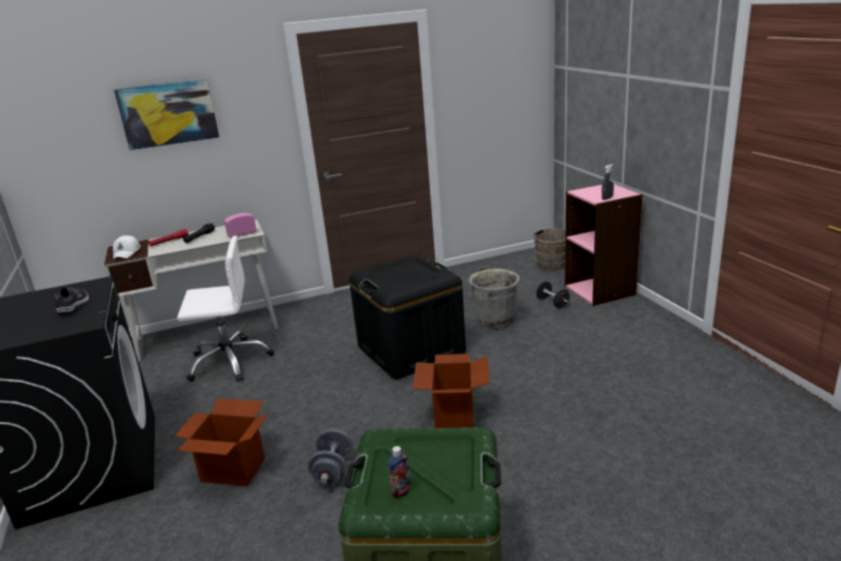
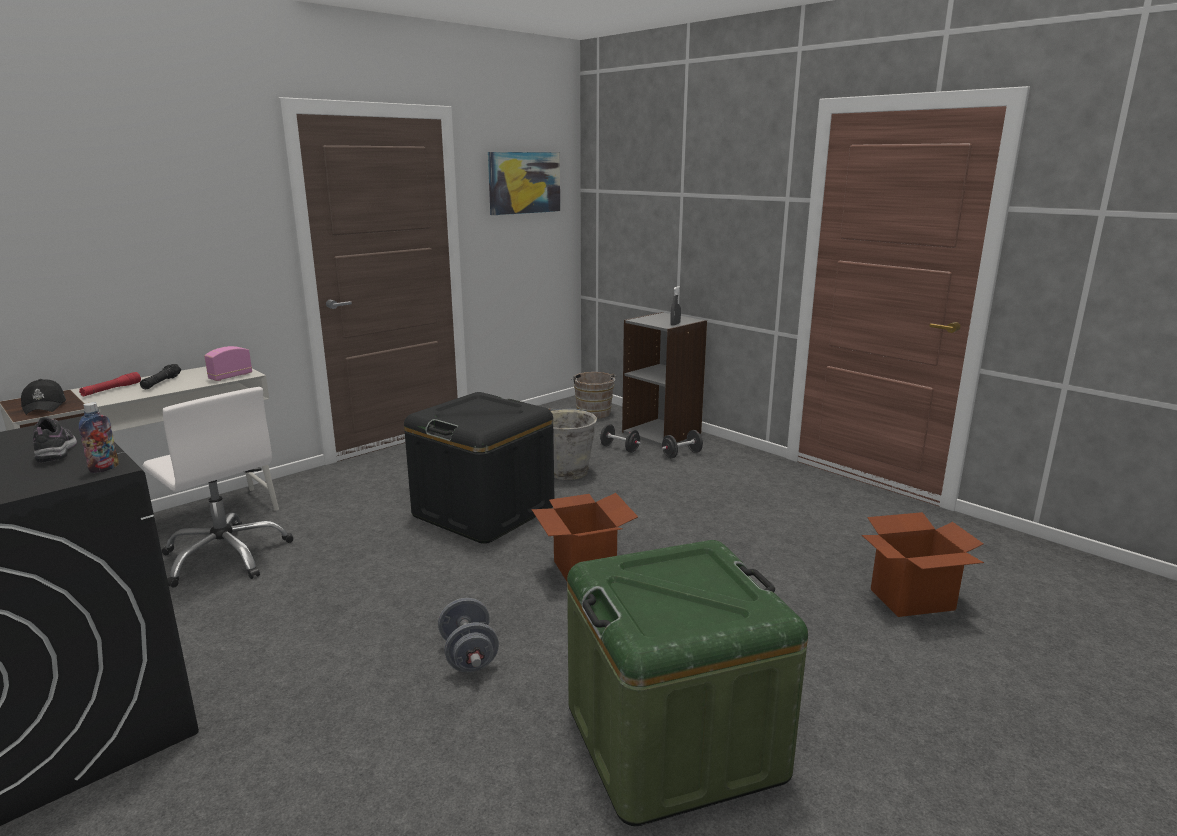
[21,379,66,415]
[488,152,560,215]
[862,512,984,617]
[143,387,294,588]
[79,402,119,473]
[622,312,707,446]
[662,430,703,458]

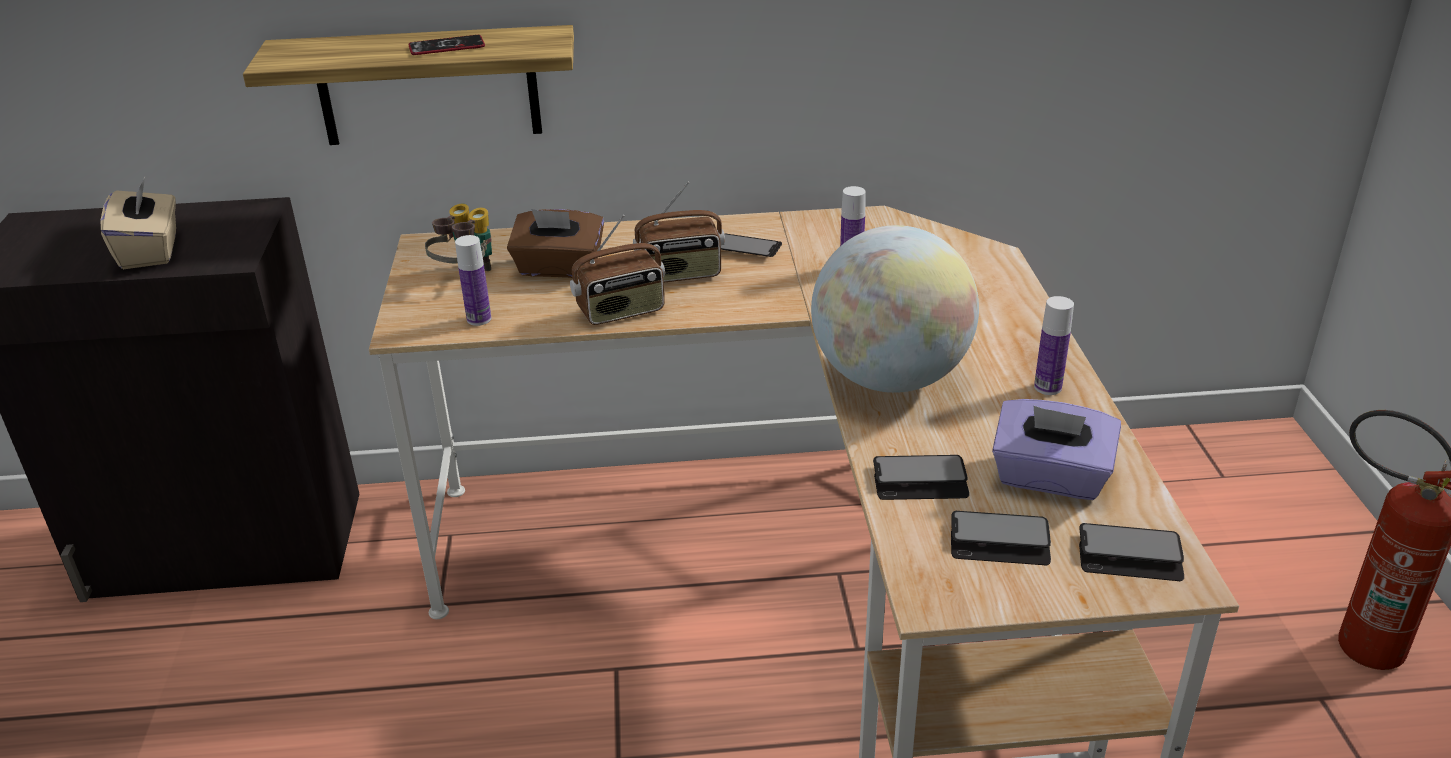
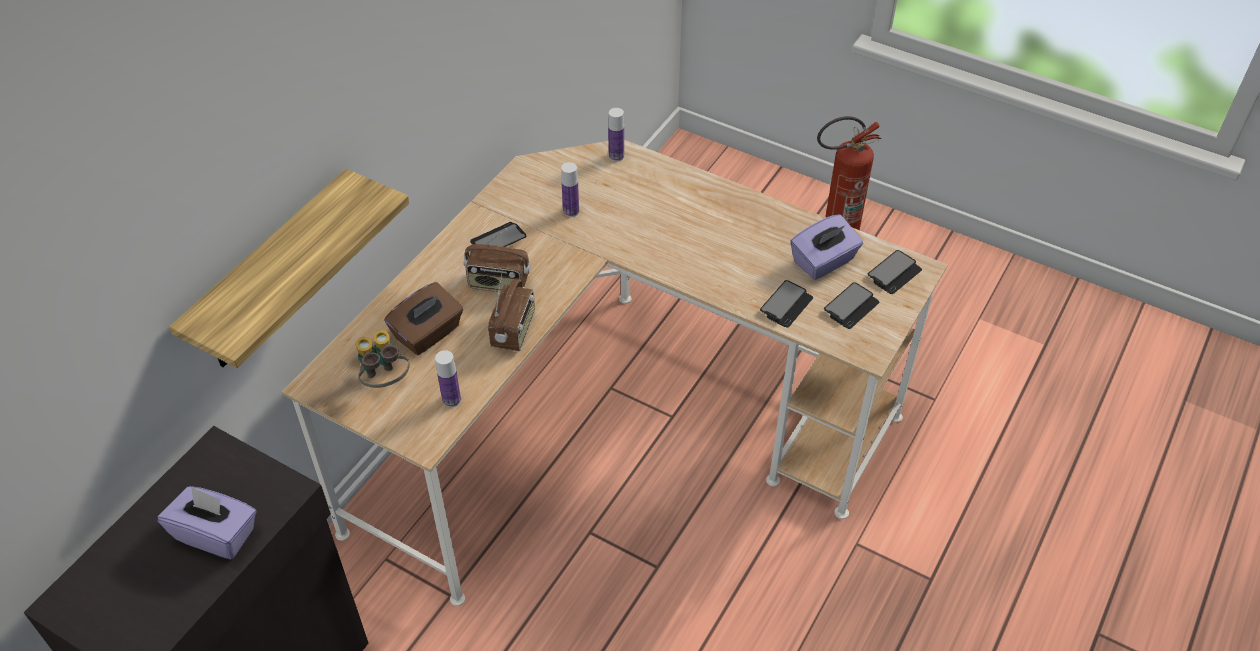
[158,486,256,560]
[409,35,485,55] (first image)
[464,228,531,292]
[811,225,979,393] (first image)
[608,108,624,162]

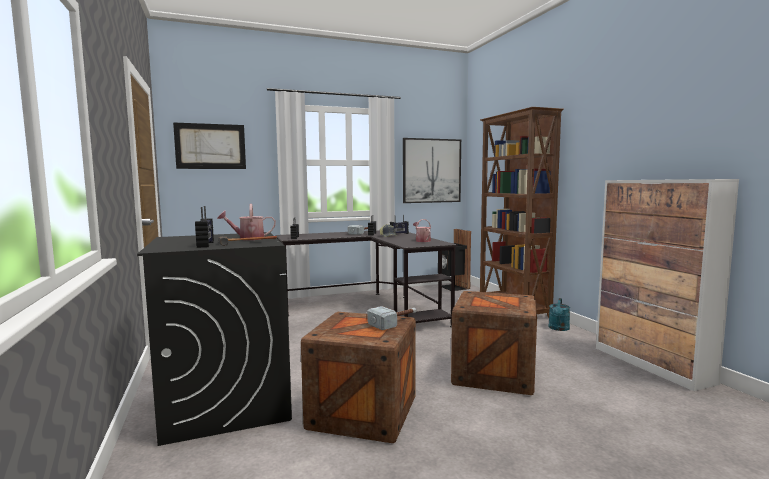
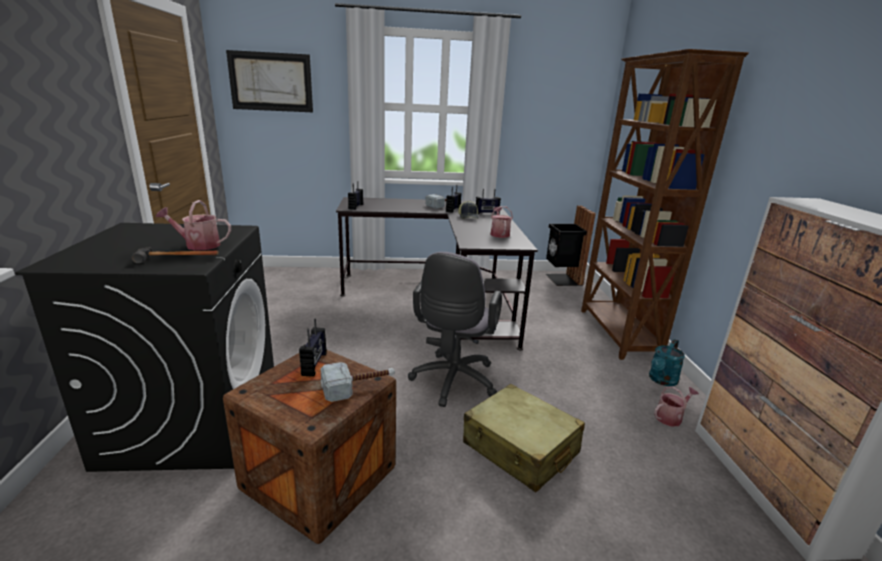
[299,319,327,377]
[403,138,461,203] (first image)
[463,384,585,493]
[408,252,502,407]
[654,386,699,427]

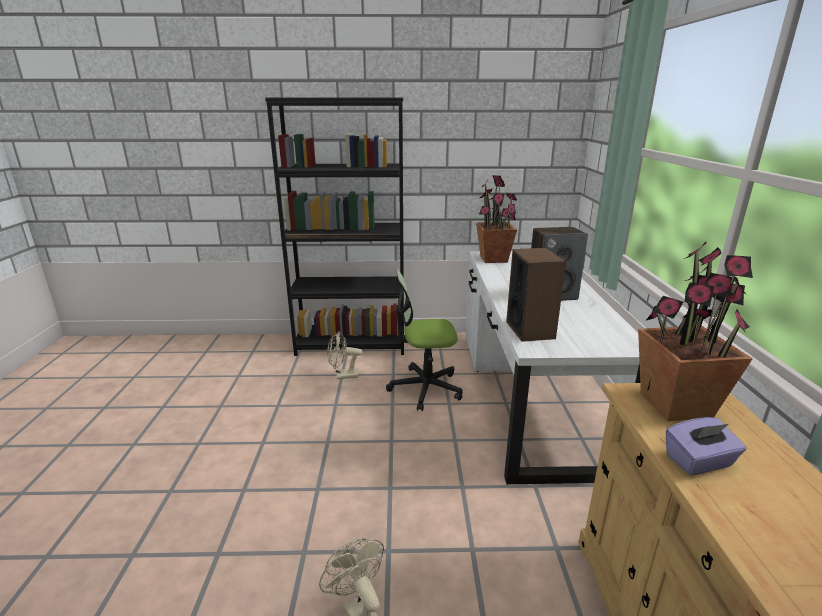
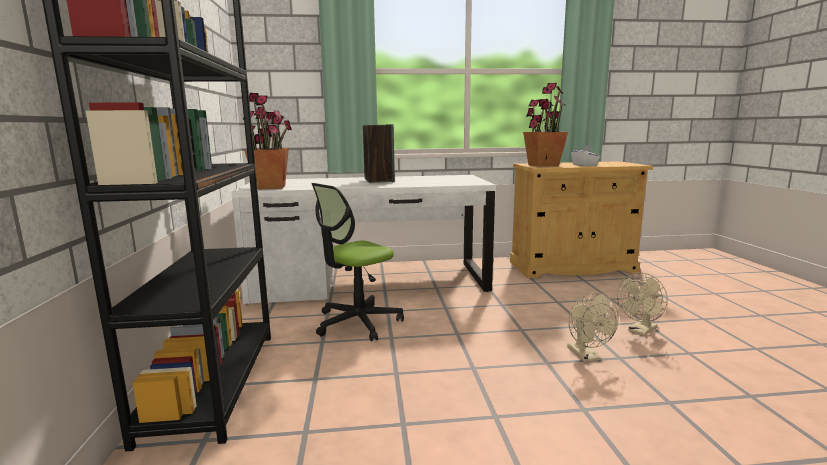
[567,292,619,362]
[312,183,404,341]
[506,248,566,342] (first image)
[571,146,600,166]

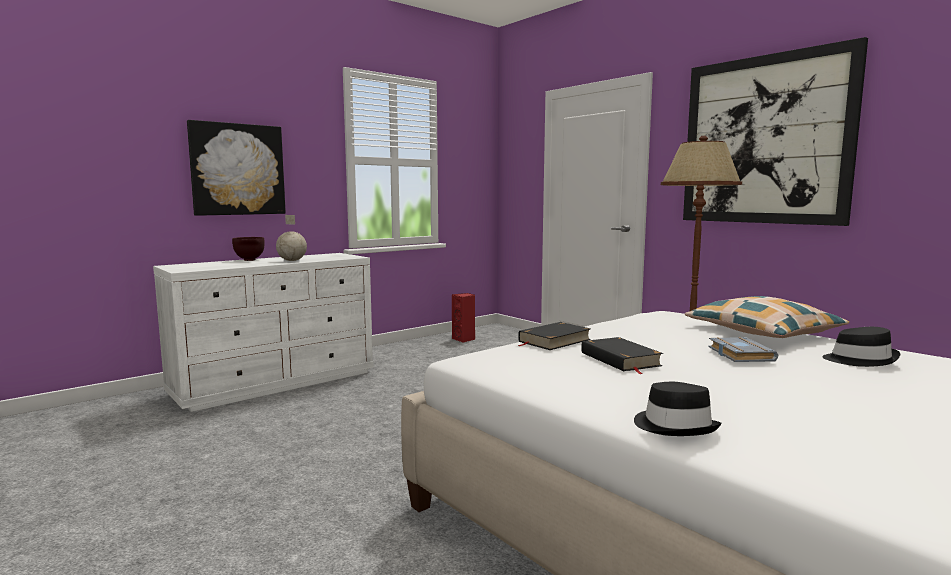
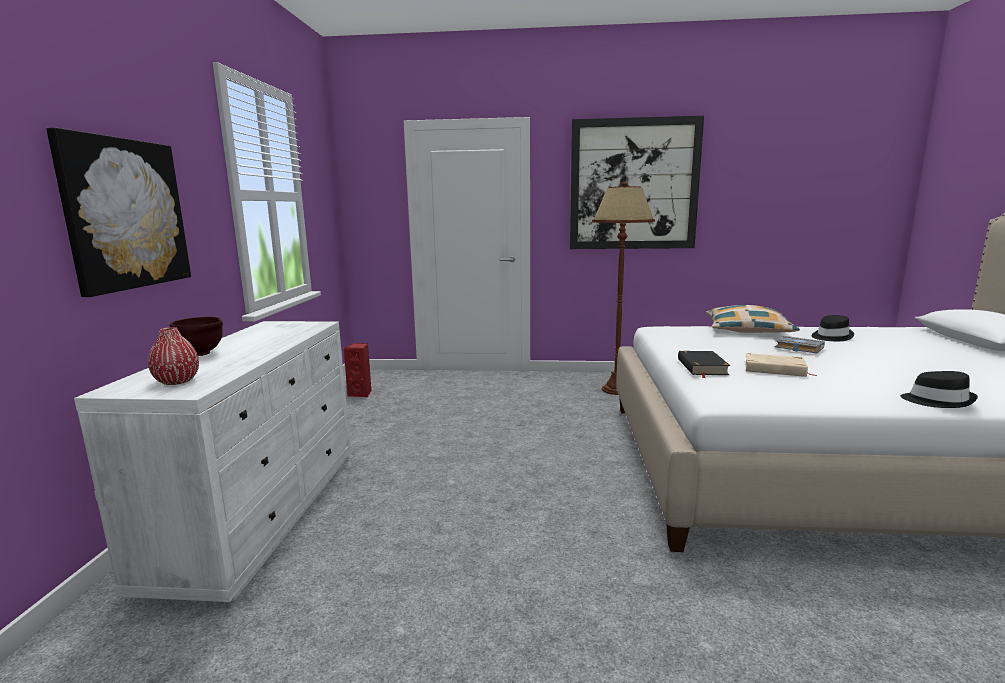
[276,215,307,261] (first image)
[745,353,816,377]
[148,327,199,385]

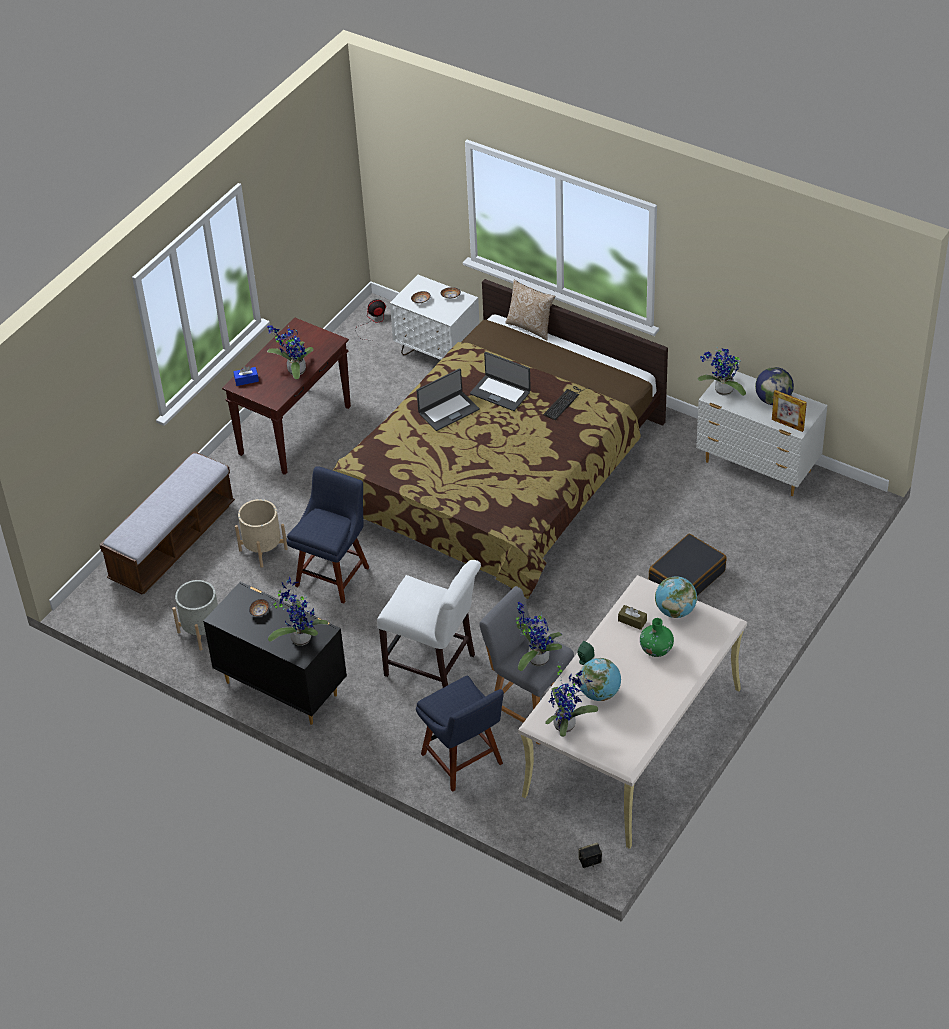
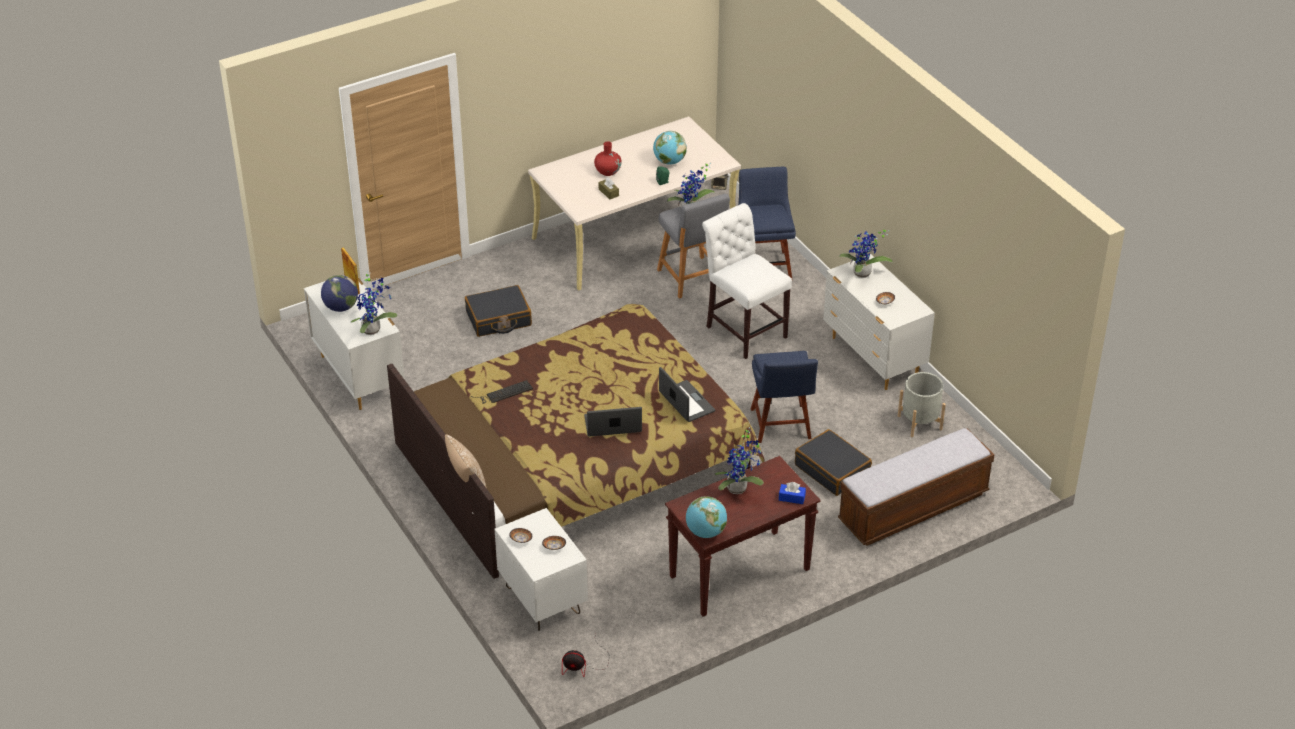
[823,254,935,390]
[795,429,872,496]
[751,351,818,443]
[659,367,715,422]
[545,661,598,737] (first image)
[594,141,622,176]
[686,497,727,538]

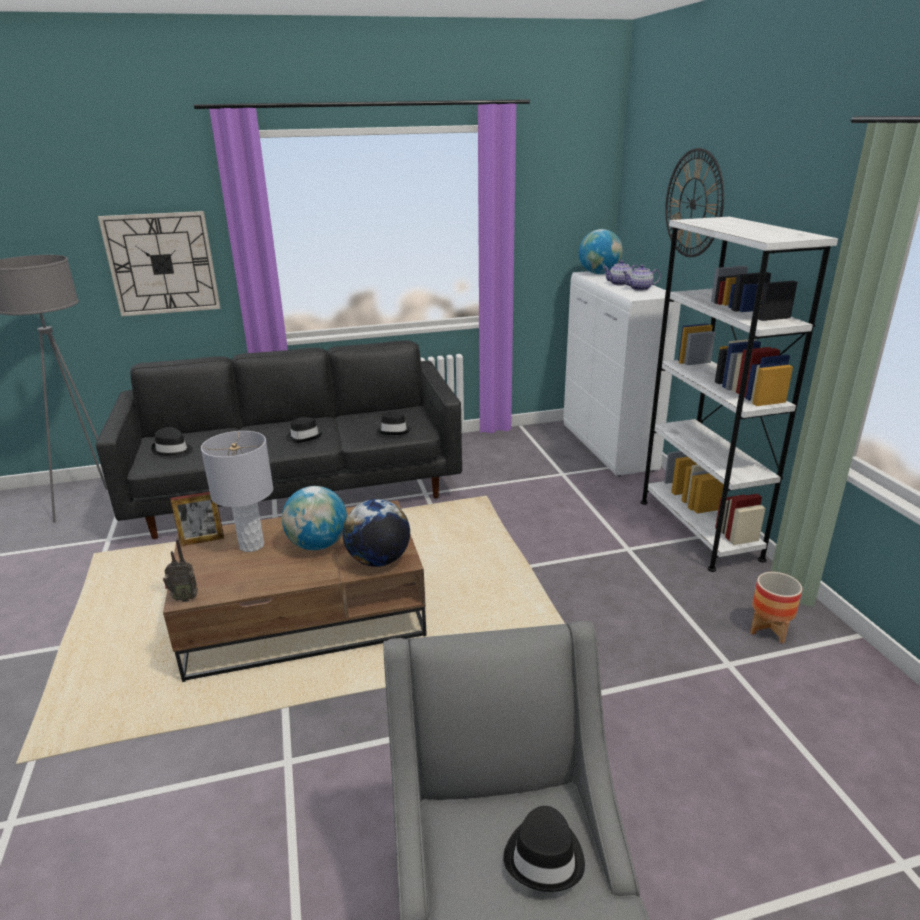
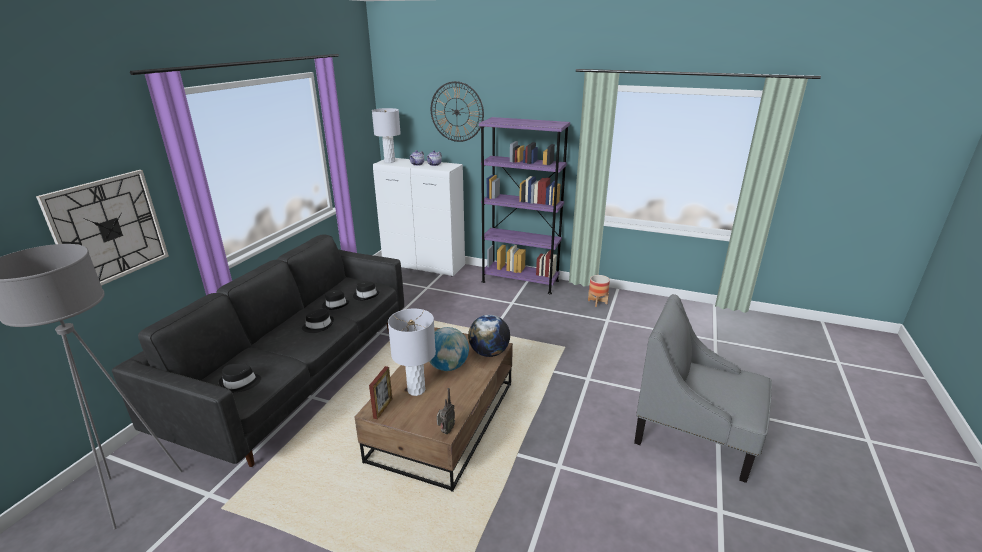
[322,290,349,310]
[372,108,401,163]
[479,117,570,294]

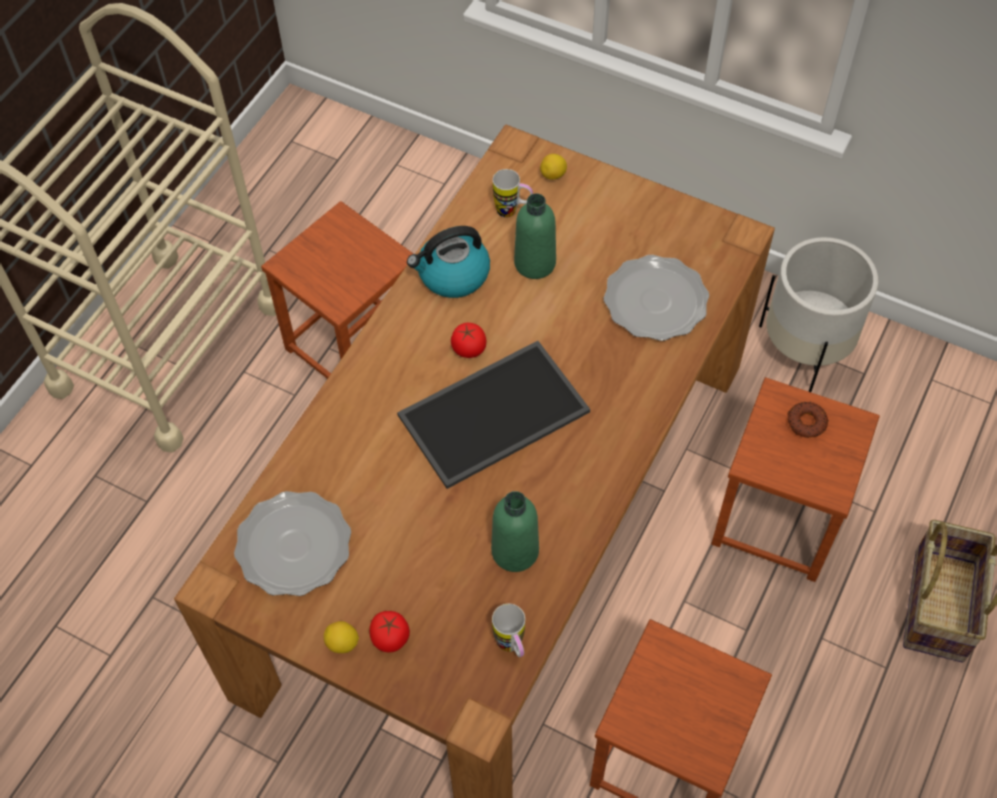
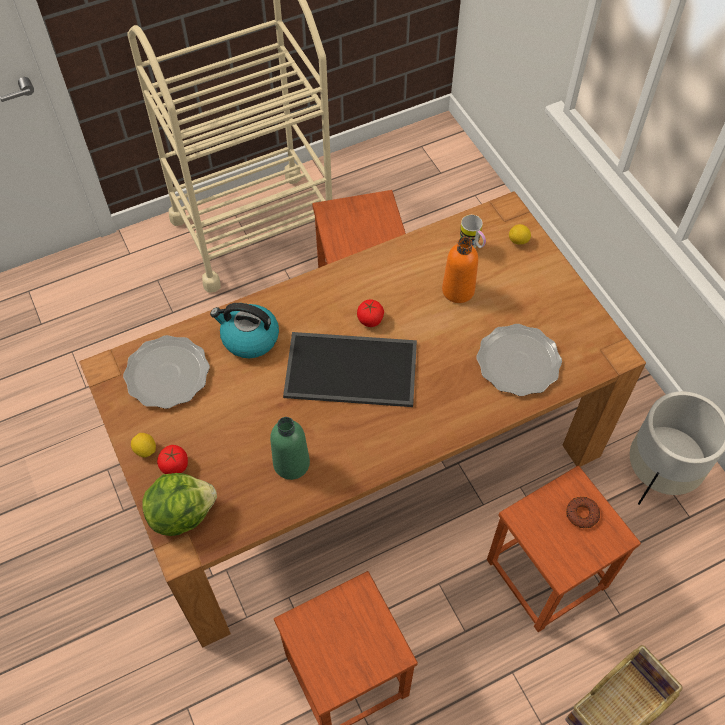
[210,303,279,358]
[492,604,525,657] (first image)
[442,237,478,303]
[142,473,217,536]

